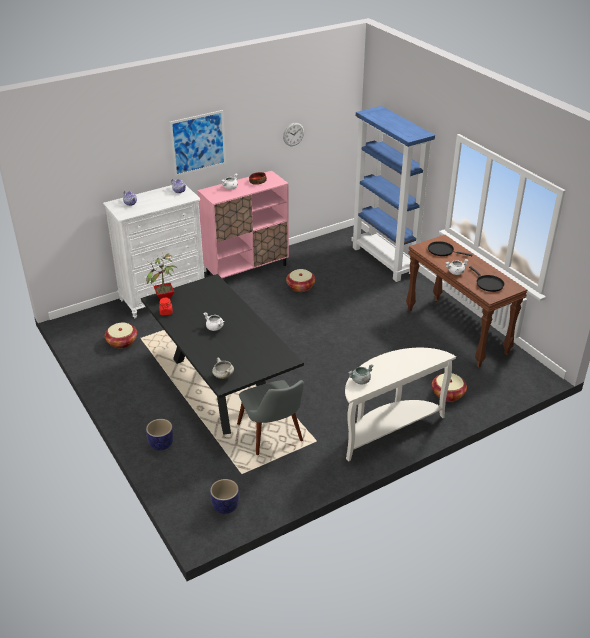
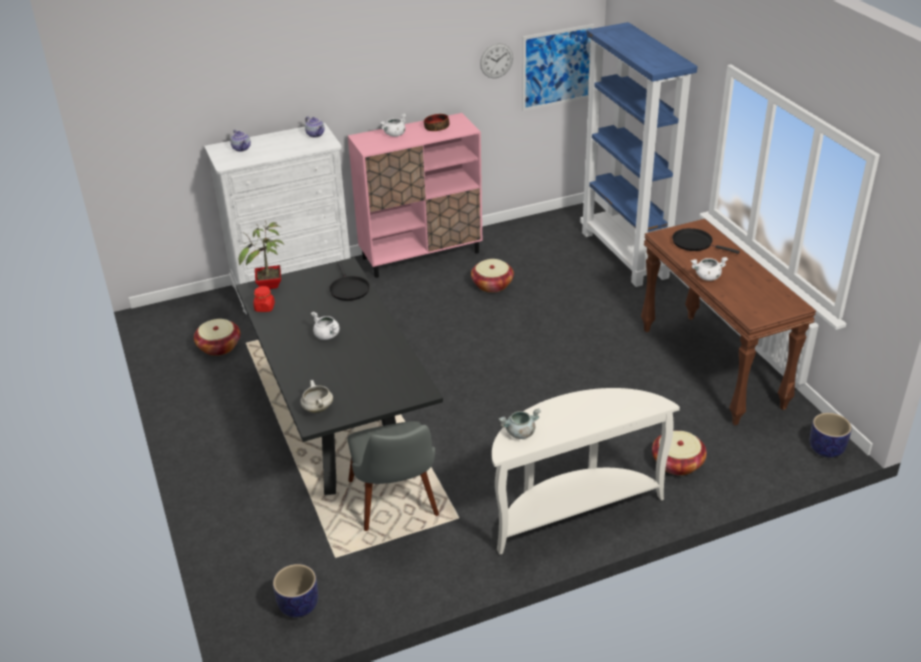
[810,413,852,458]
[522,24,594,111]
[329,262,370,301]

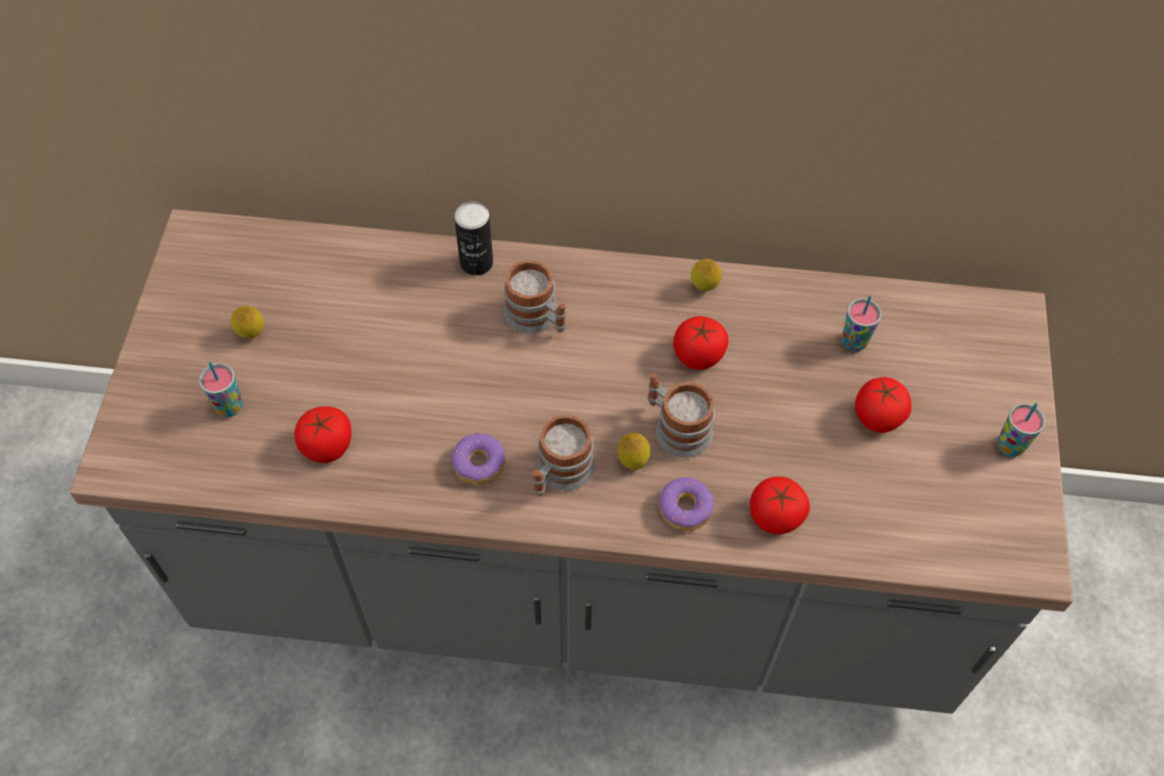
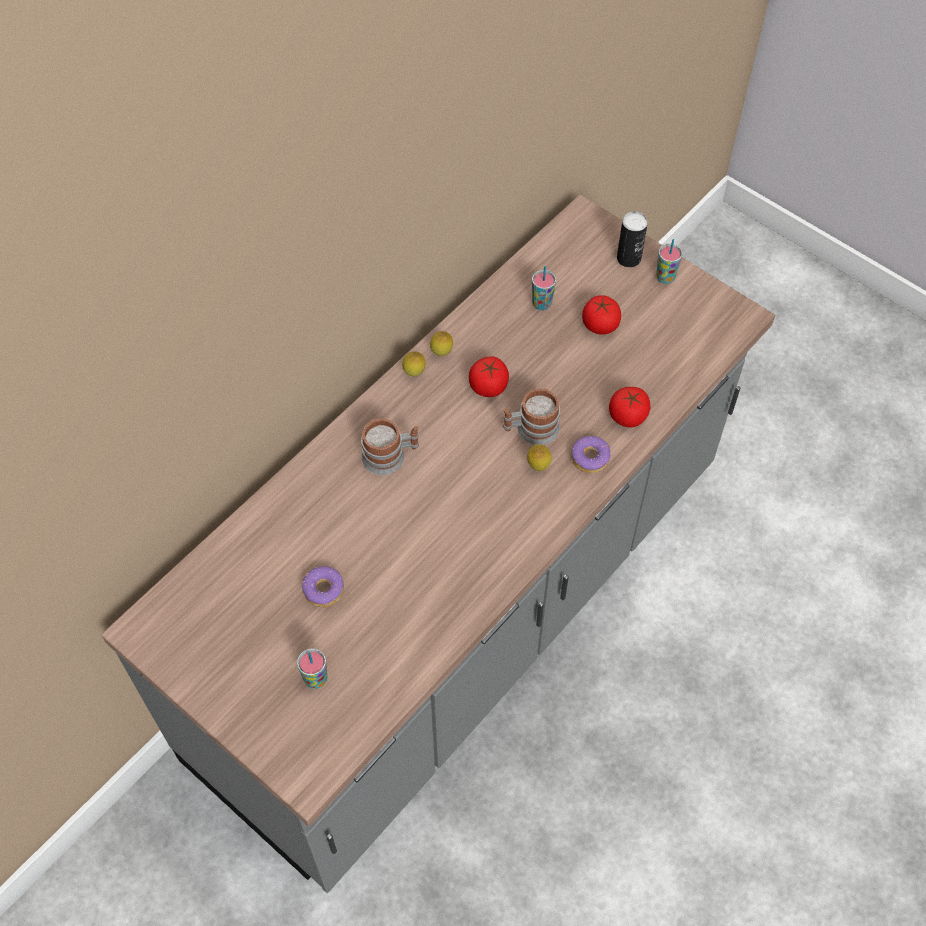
[402,351,425,377]
[295,406,352,463] (first image)
[302,566,344,608]
[617,211,648,267]
[532,414,595,496] (first image)

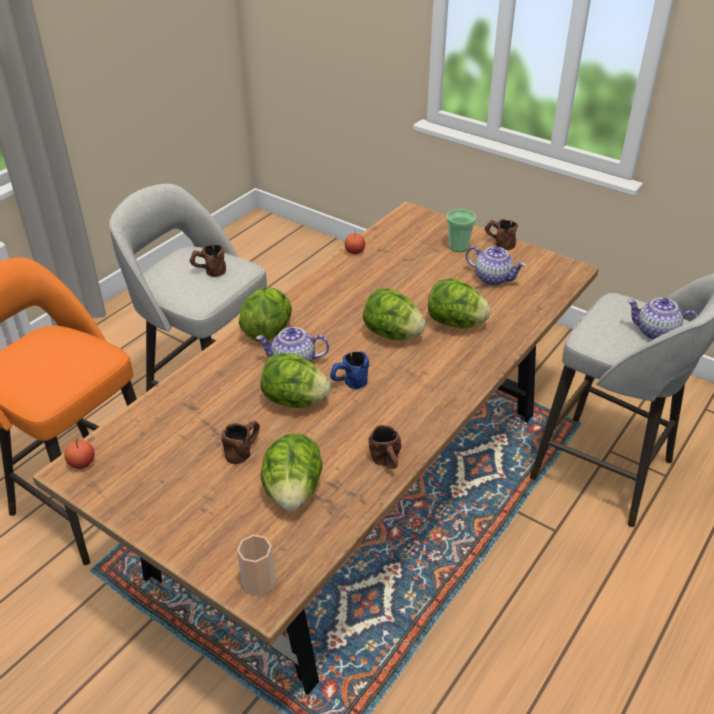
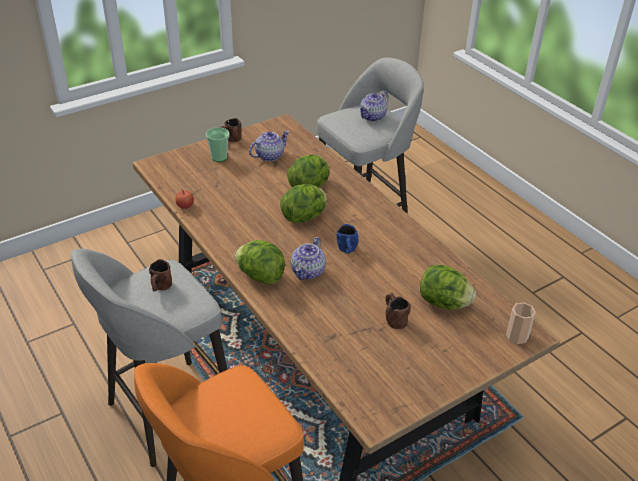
[64,439,95,469] (first image)
[261,353,331,408] (first image)
[369,425,401,469] (first image)

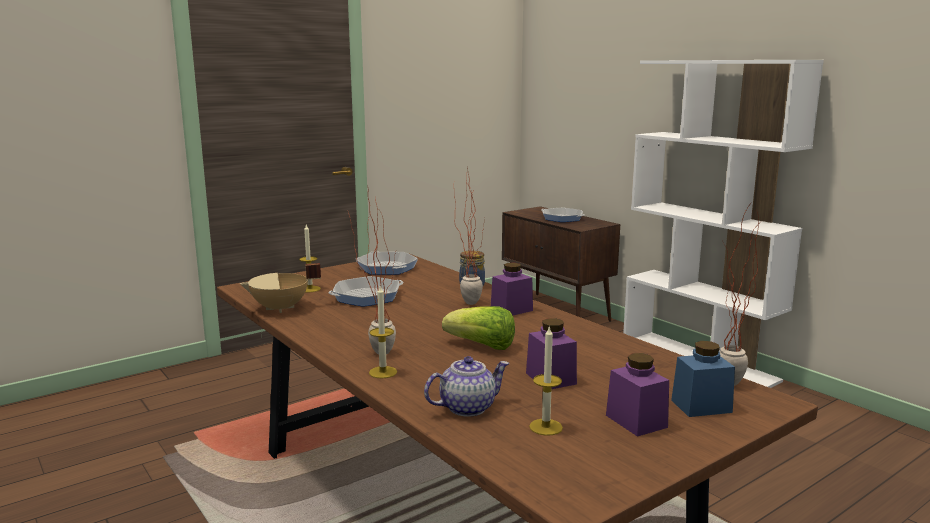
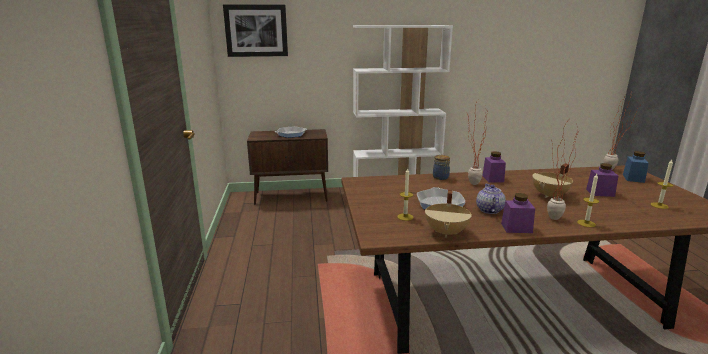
[355,251,418,275] (first image)
[476,184,506,214]
[532,164,573,198]
[501,193,535,233]
[223,4,288,57]

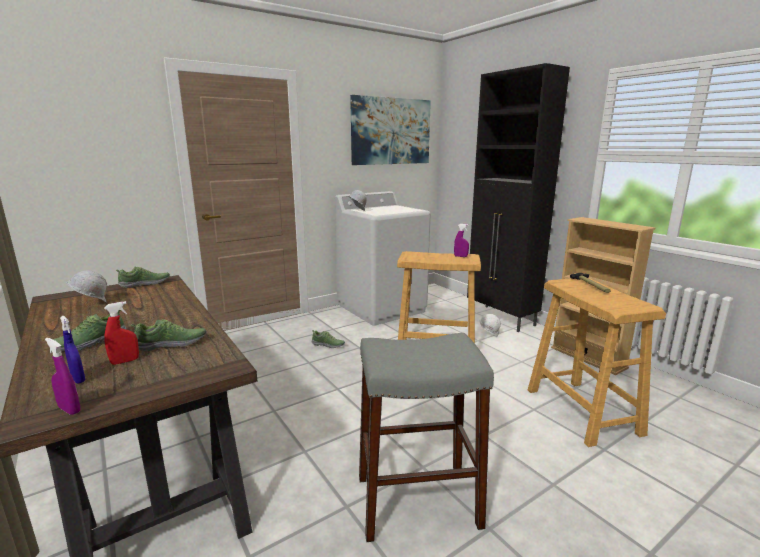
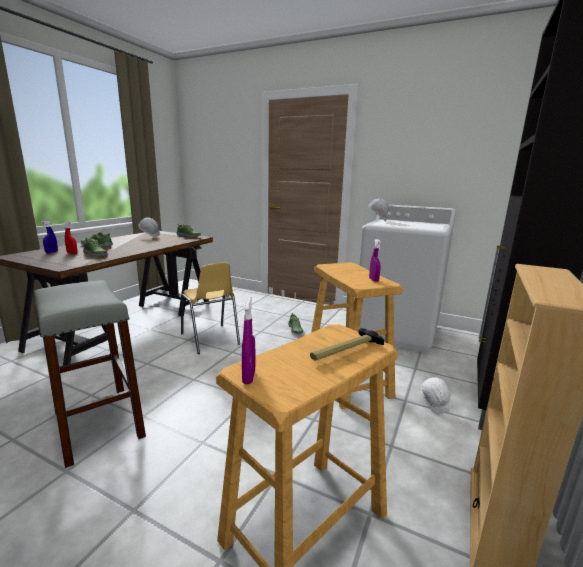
[242,297,255,384]
[350,95,431,165] (first image)
[181,263,240,354]

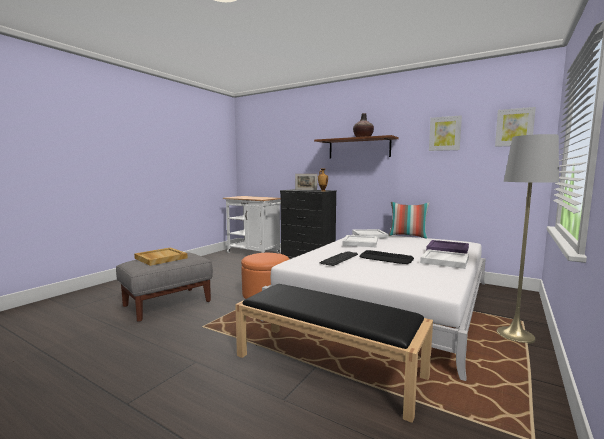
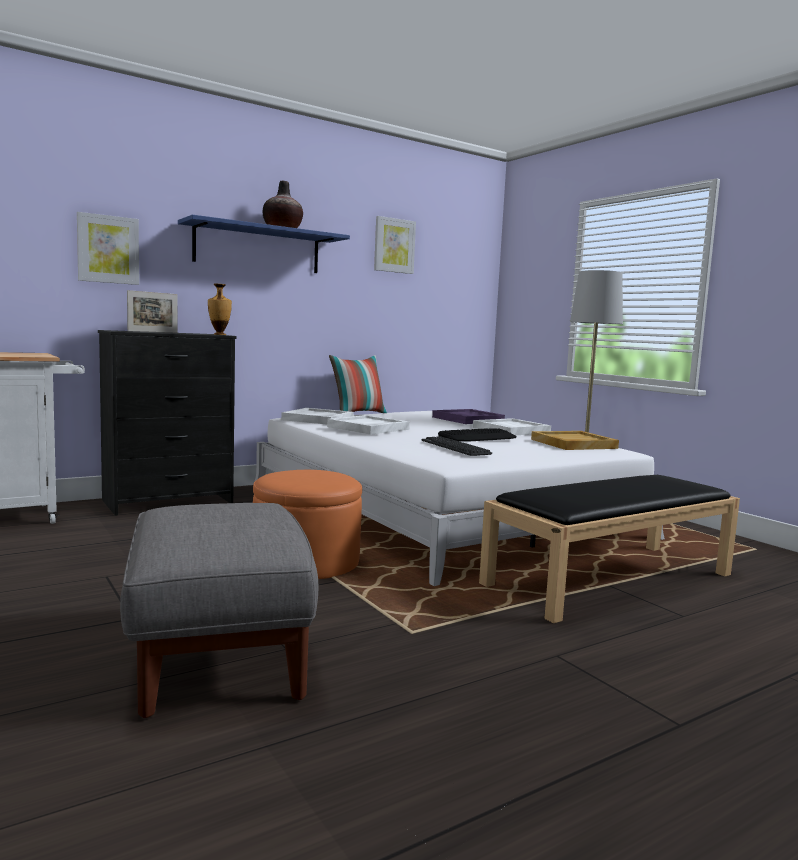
[531,431,619,450]
[178,215,350,273]
[77,212,139,285]

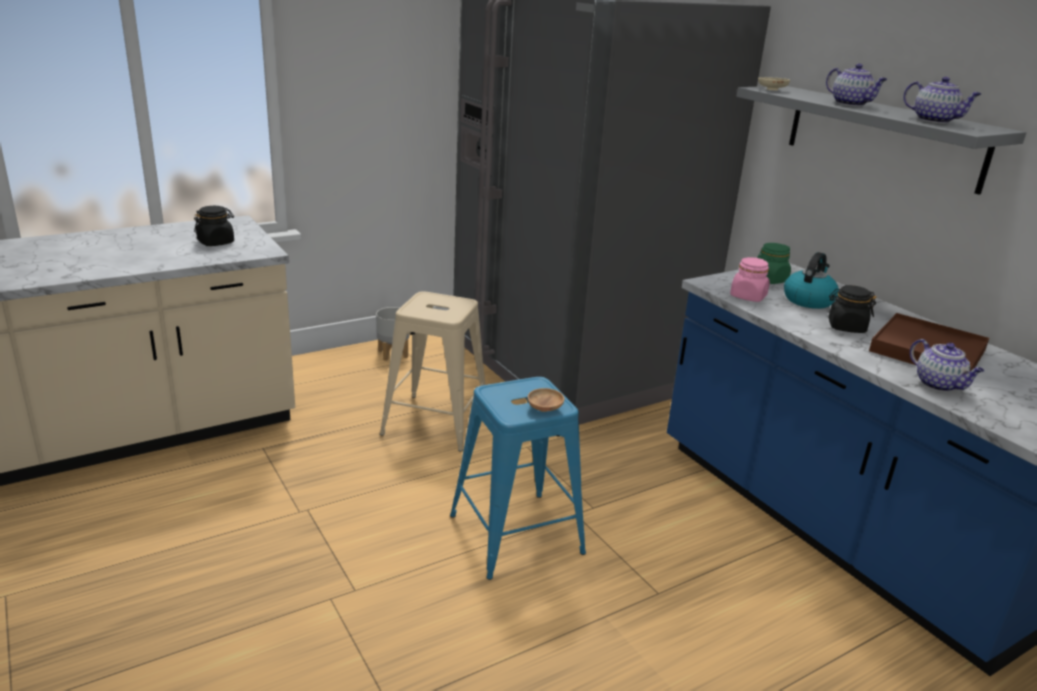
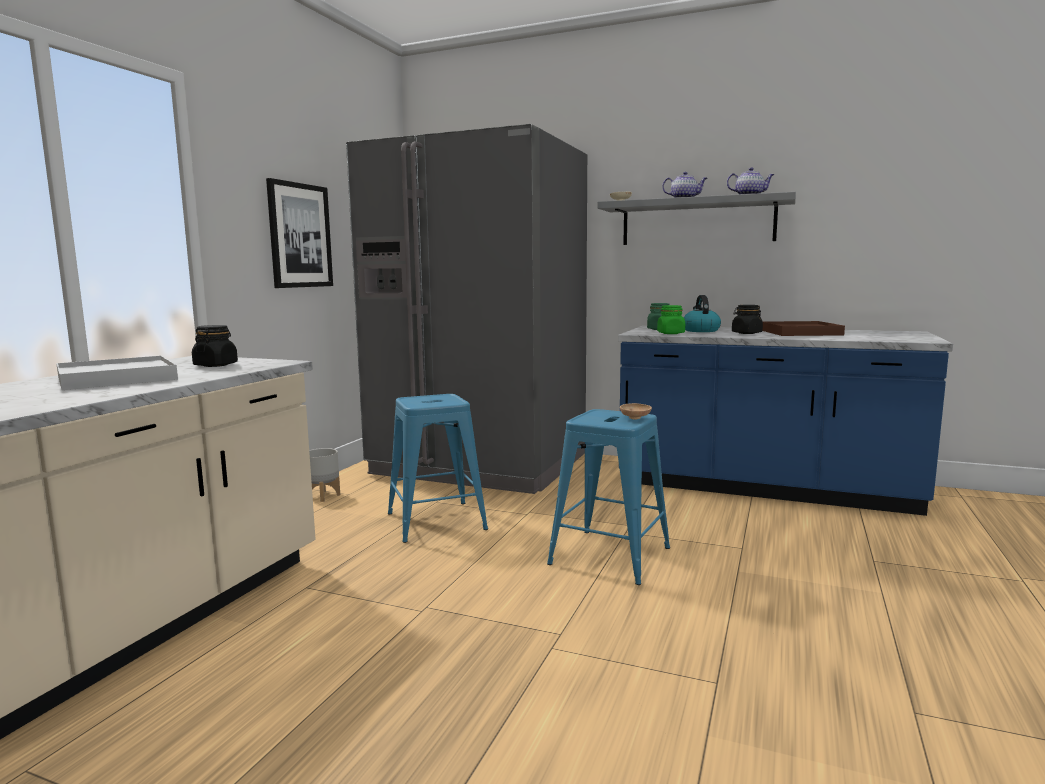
[388,394,488,543]
[657,305,685,334]
[910,339,985,392] (first image)
[56,356,178,390]
[266,178,333,288]

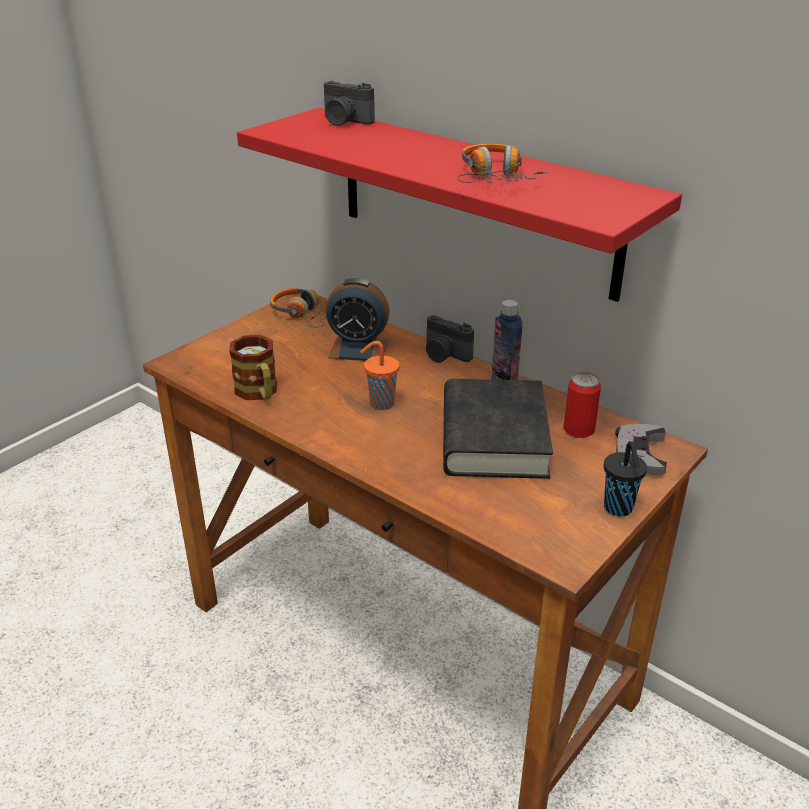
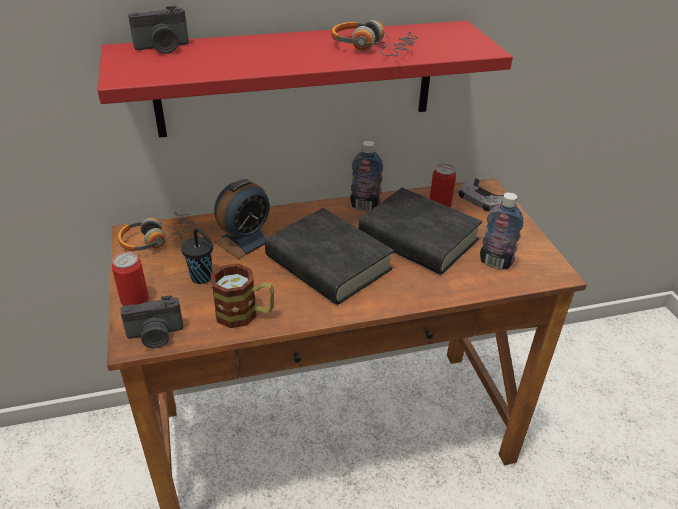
[265,208,394,305]
[120,296,184,348]
[181,228,213,284]
[112,252,149,306]
[480,192,523,269]

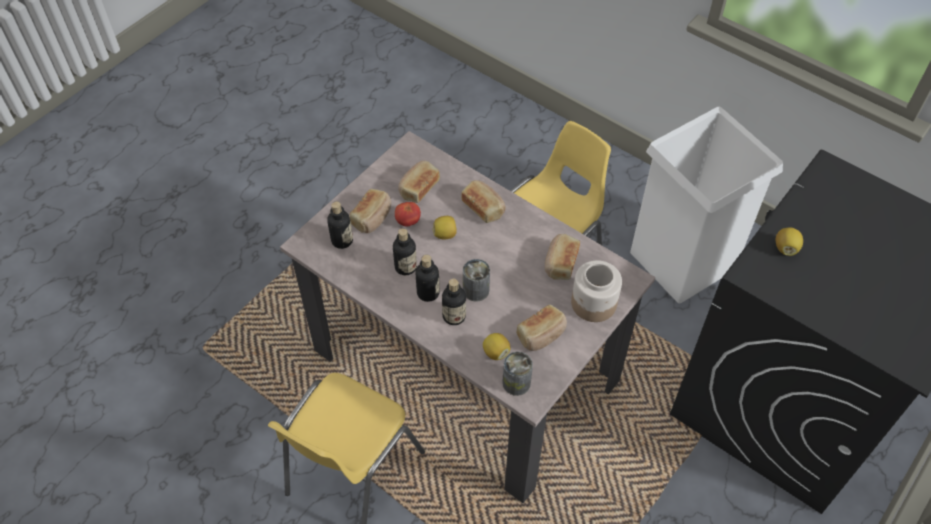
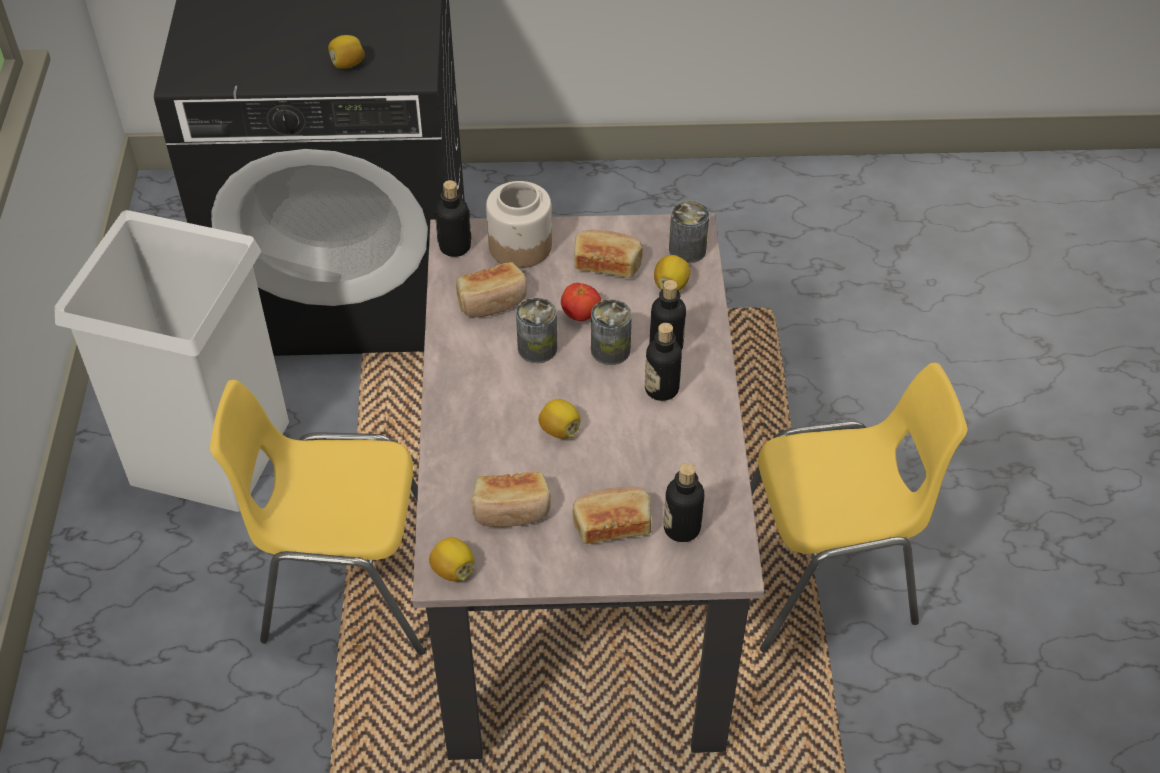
[435,180,472,257]
[561,283,601,321]
[461,180,506,223] (first image)
[429,537,474,581]
[516,297,557,363]

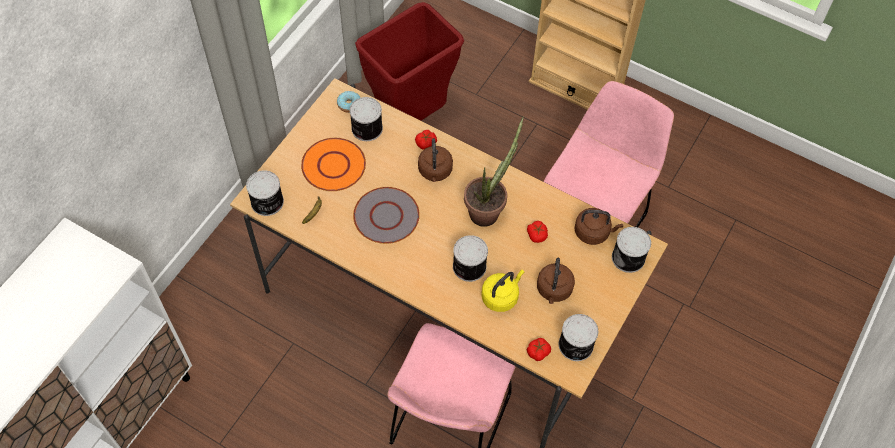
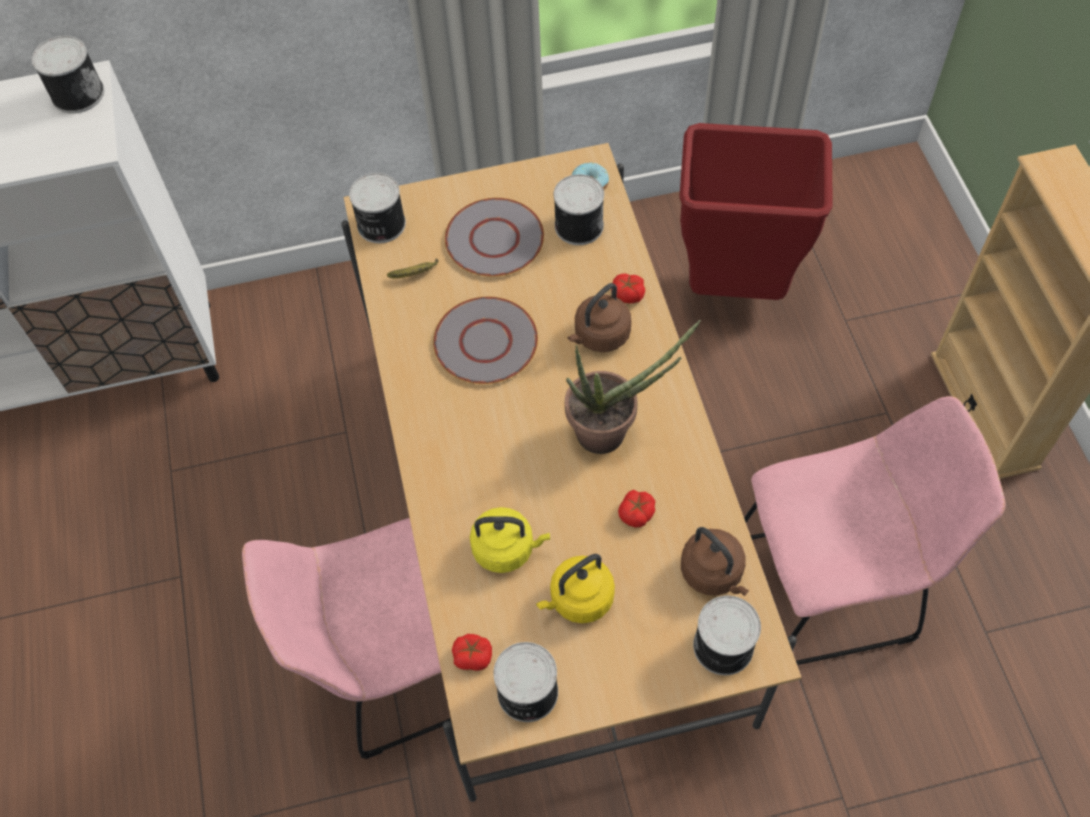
[445,198,544,277]
[31,36,104,114]
[536,554,615,623]

